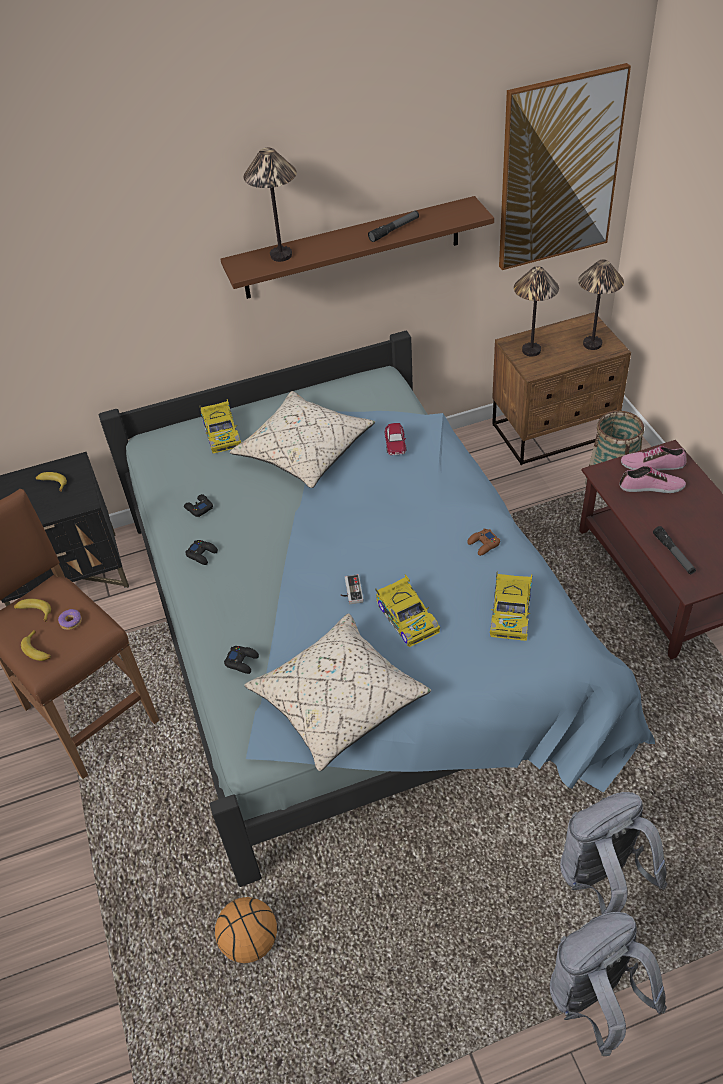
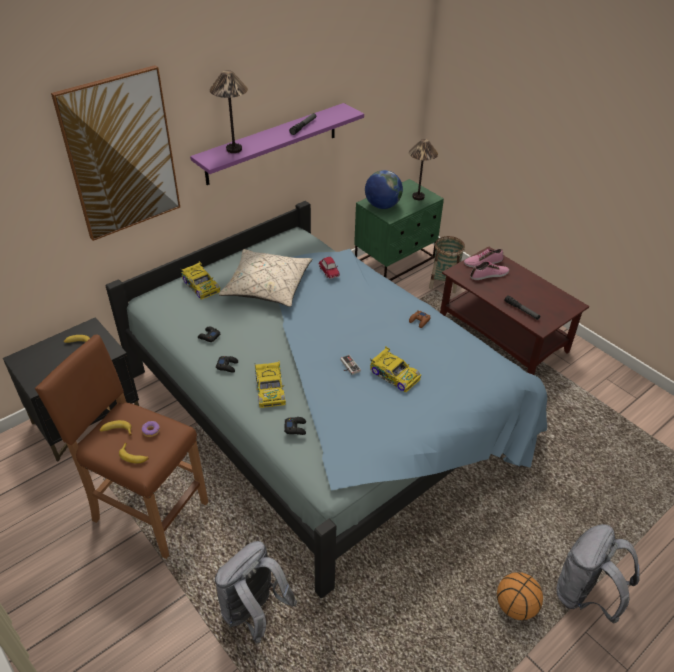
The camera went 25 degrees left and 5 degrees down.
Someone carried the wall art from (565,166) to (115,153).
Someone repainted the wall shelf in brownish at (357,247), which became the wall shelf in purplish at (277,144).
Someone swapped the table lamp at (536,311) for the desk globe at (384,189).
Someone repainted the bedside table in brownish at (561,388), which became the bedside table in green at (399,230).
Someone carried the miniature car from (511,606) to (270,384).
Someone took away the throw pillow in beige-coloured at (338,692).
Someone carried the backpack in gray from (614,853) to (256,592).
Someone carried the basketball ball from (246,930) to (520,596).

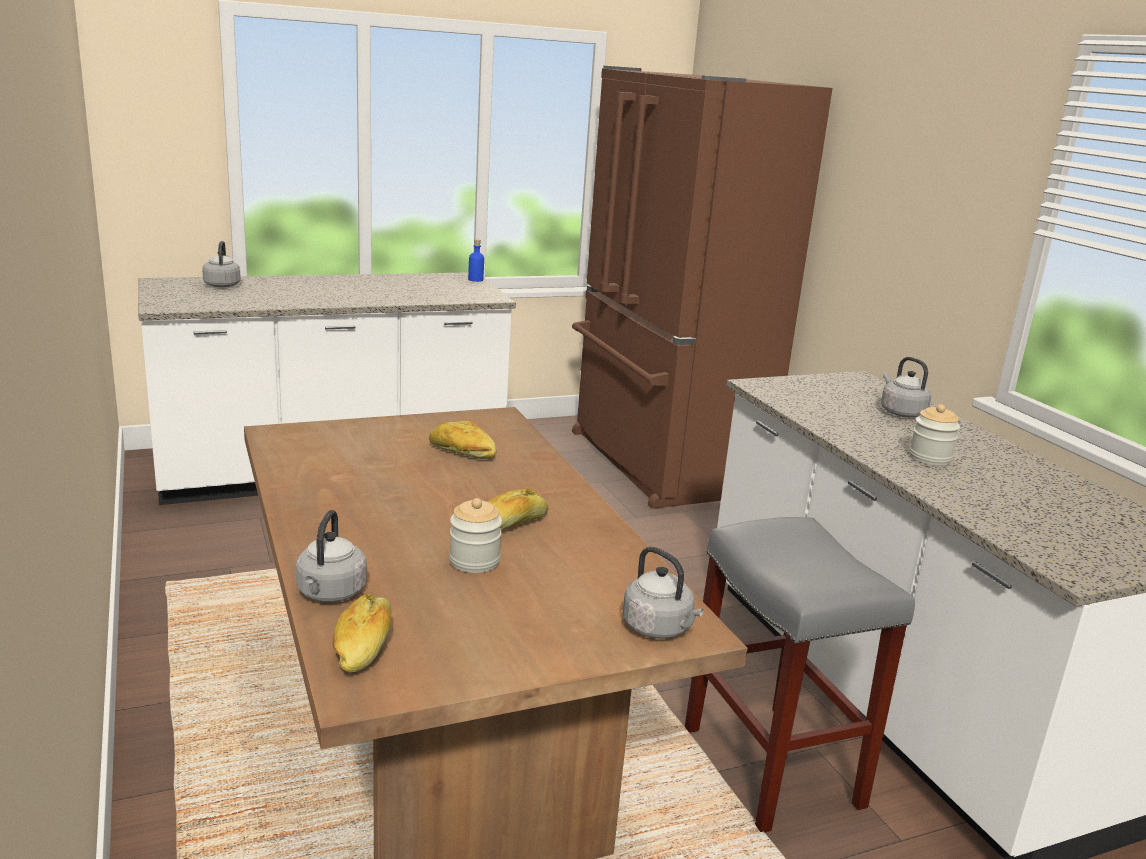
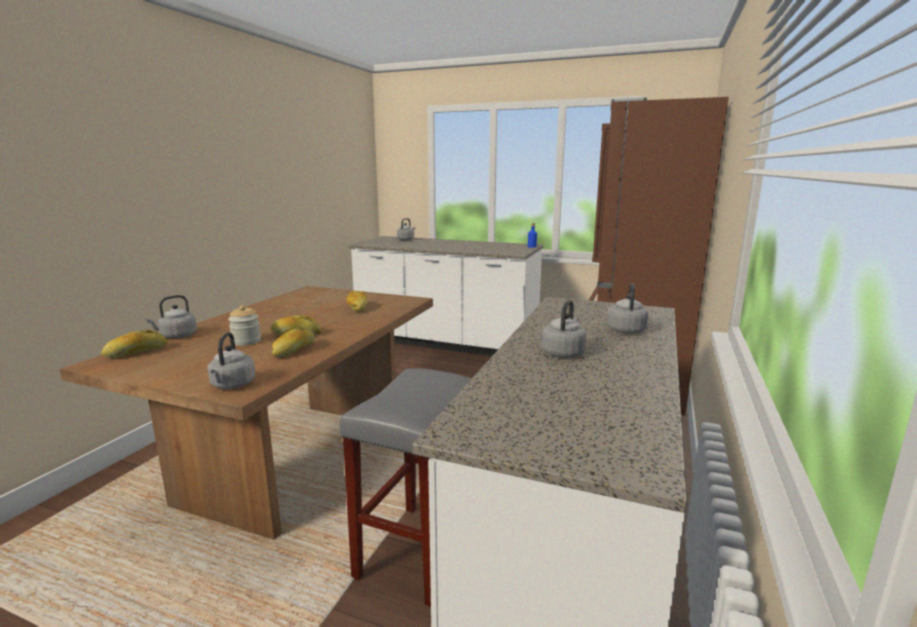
The camera went 45 degrees right and 5 degrees down.
Someone swapped the preserve jar at (934,435) for the tea kettle in gray at (564,329).
Someone put down the bakery bread at (293,342).

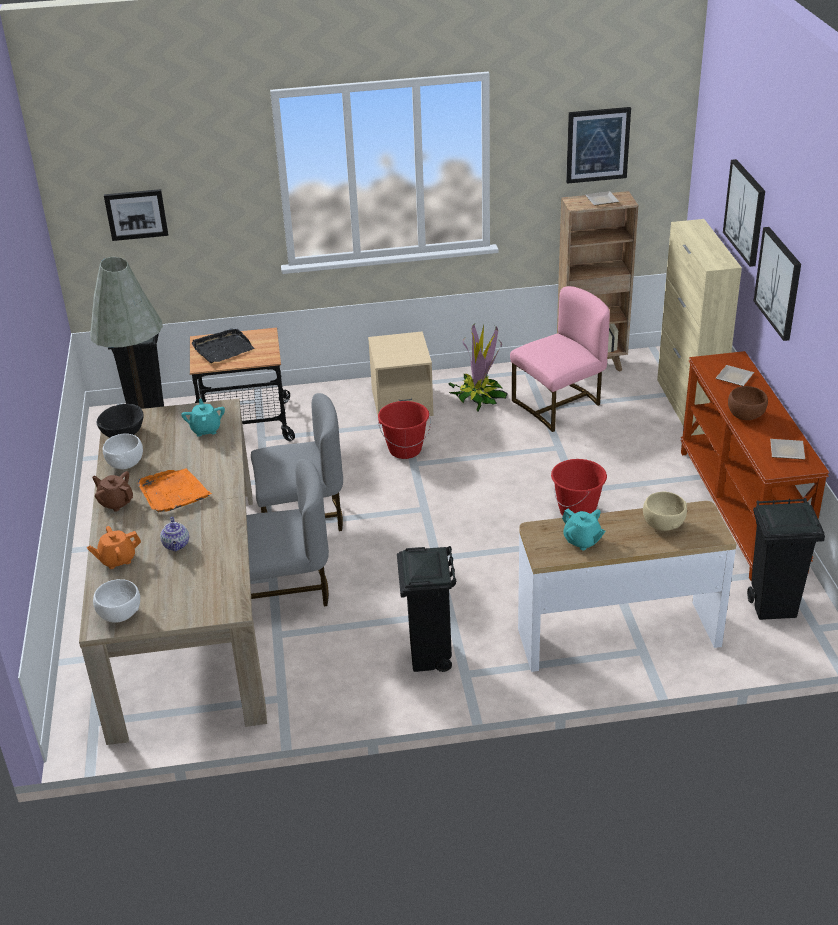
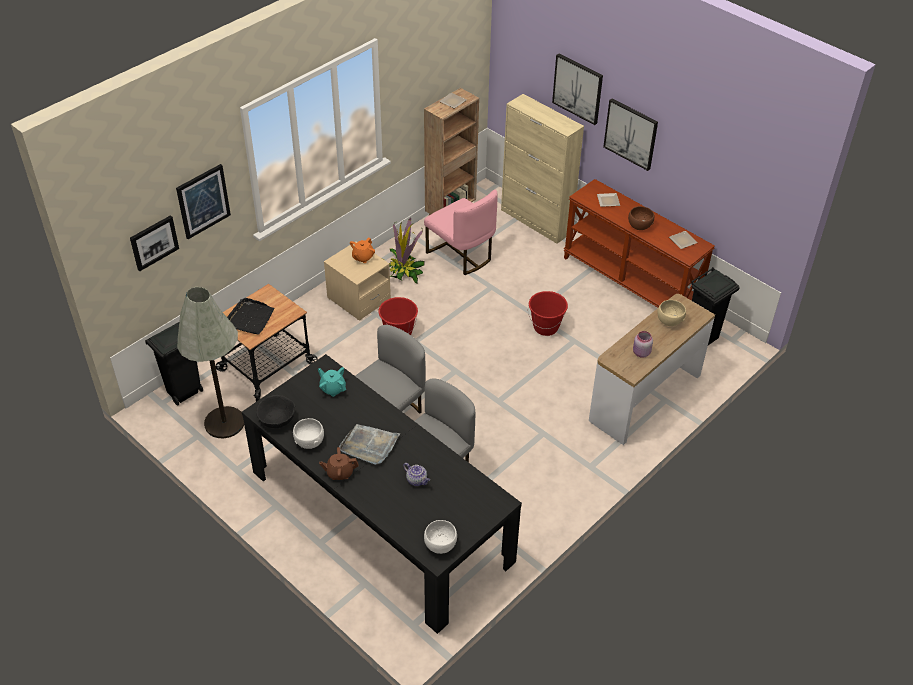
The camera went 40 degrees left and 10 degrees up.
Someone carried the wall art from (598,145) to (203,201).
Someone rotated the upright chair in pinkish at (560,359) by 120 degrees clockwise.
Someone repainted the dining table in beige-coloured at (173,571), which became the dining table in black at (382,494).
Someone repainted the serving tray in orange-coloured at (174,490), which became the serving tray in gray at (369,444).
Someone swapped the tea pot in turquoise-coloured at (584,529) for the preserve jar in pinkish at (643,344).
Someone carried the tea pot in orange-coloured from (114,547) to (362,250).
Someone took away the rubbish bin in black at (426,609).

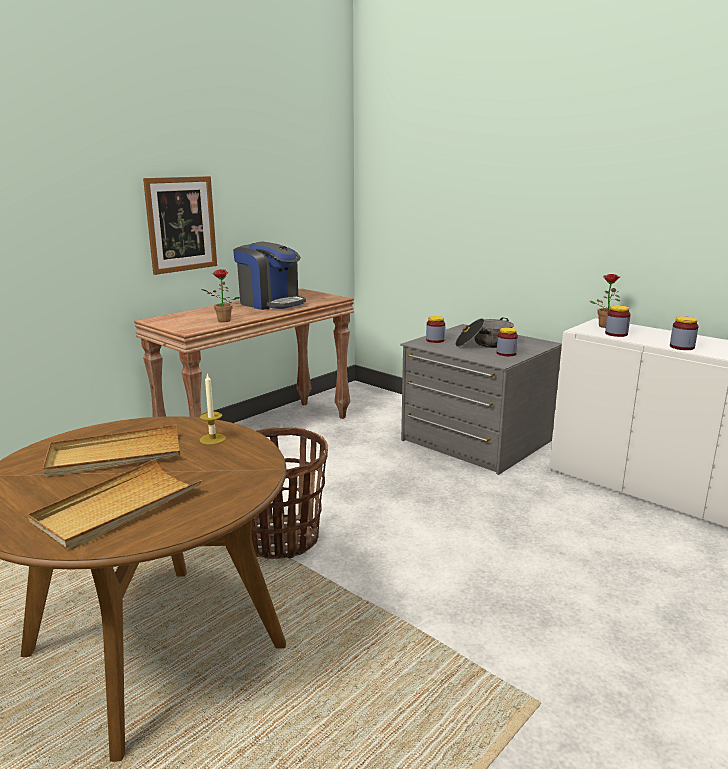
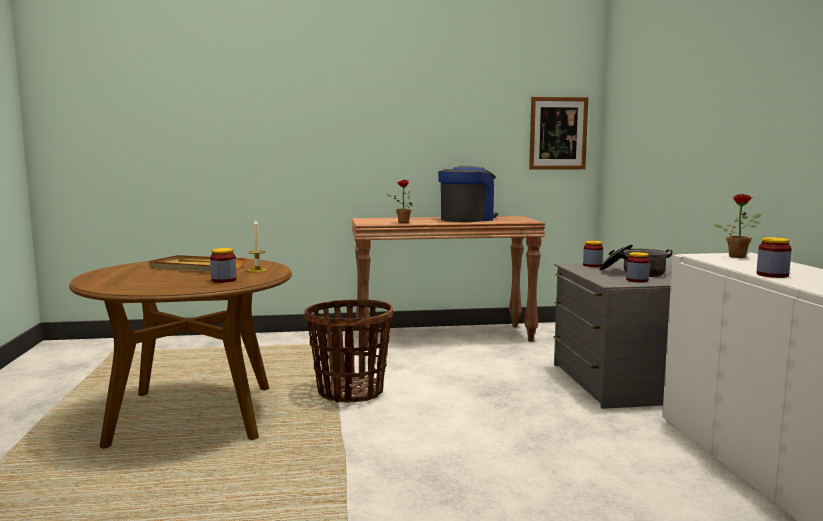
The camera went 40 degrees right and 10 degrees down.
Someone carried the wall art from (180,225) to (558,133).
Someone rotated the coffee machine at (269,276) by 120 degrees counterclockwise.
Someone carried the preserve jar from (618,321) to (223,265).
Someone took away the serving tray in beige-coloured at (114,504).

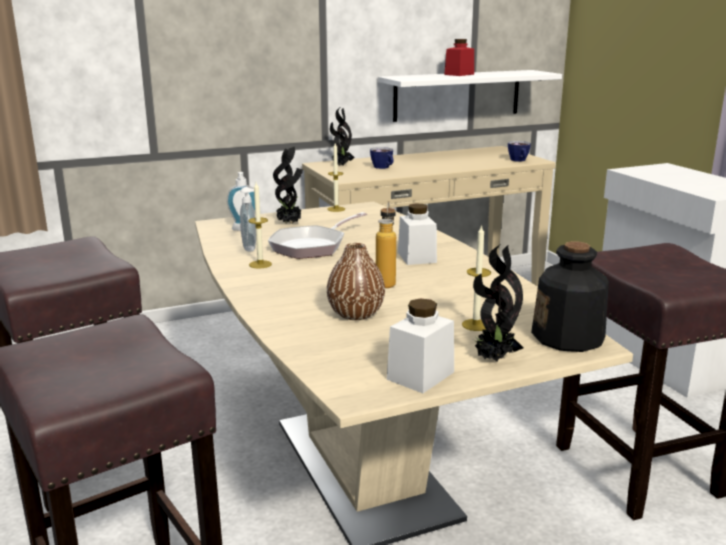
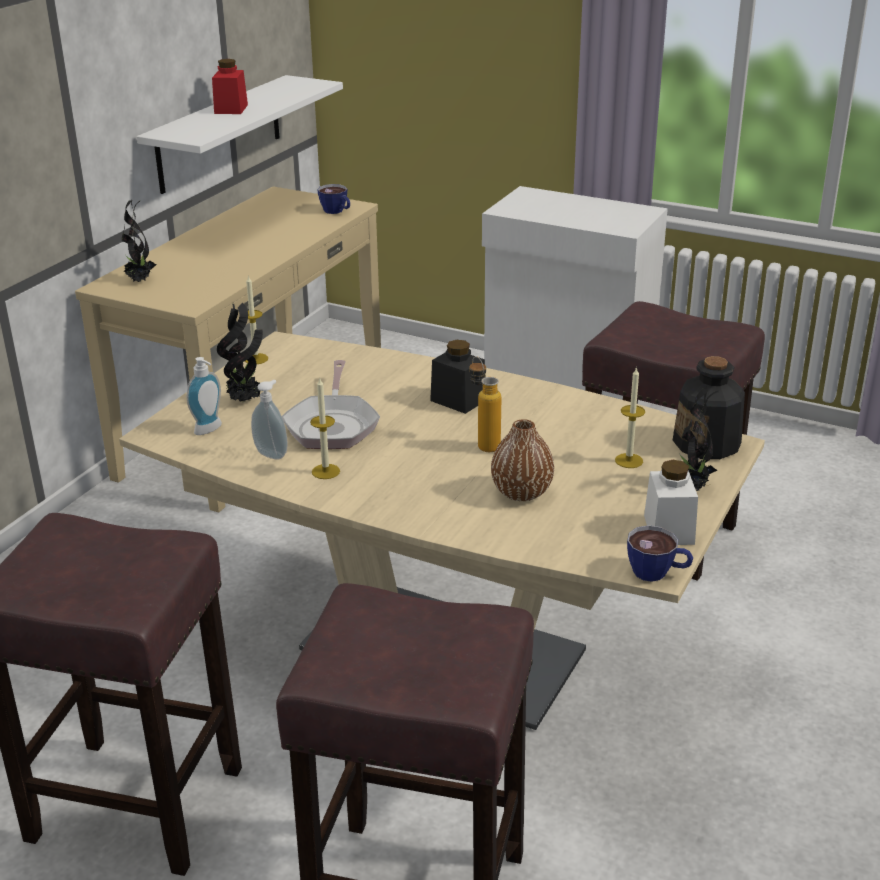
The camera went 40 degrees left and 10 degrees up.
Someone carried the drinking cup from (382,158) to (660,553).
Someone repainted the preserve jar in white-coloured at (417,234), which became the preserve jar in black at (457,377).

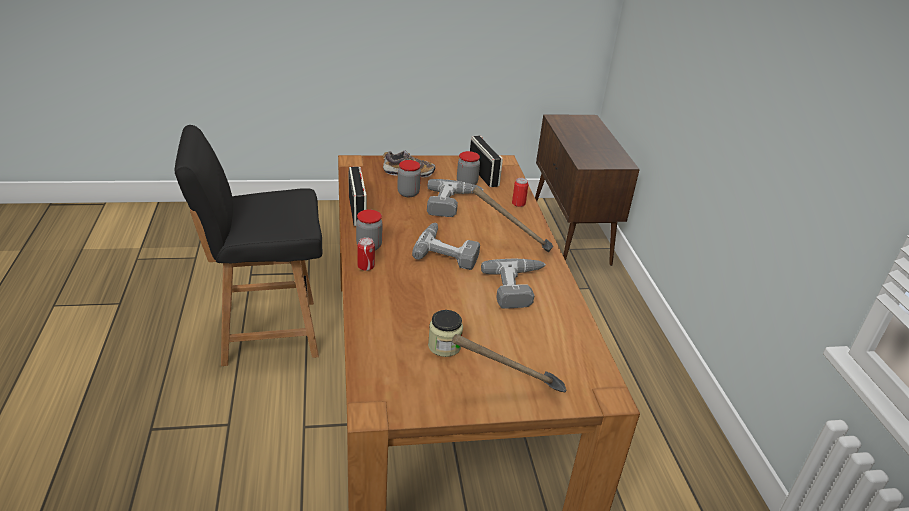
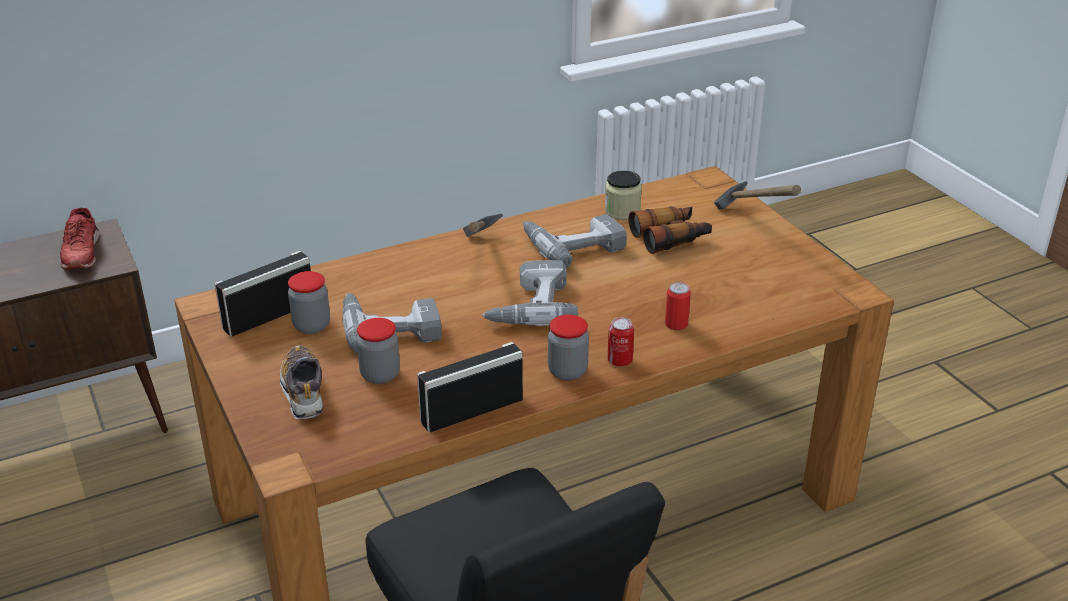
The camera went 105 degrees left and 0 degrees up.
Someone carried the can from (520,192) to (678,306).
Someone carried the preserve jar from (445,333) to (623,195).
Someone put down the field glasses at (670,230).
Someone put down the low shoe in red at (80,239).

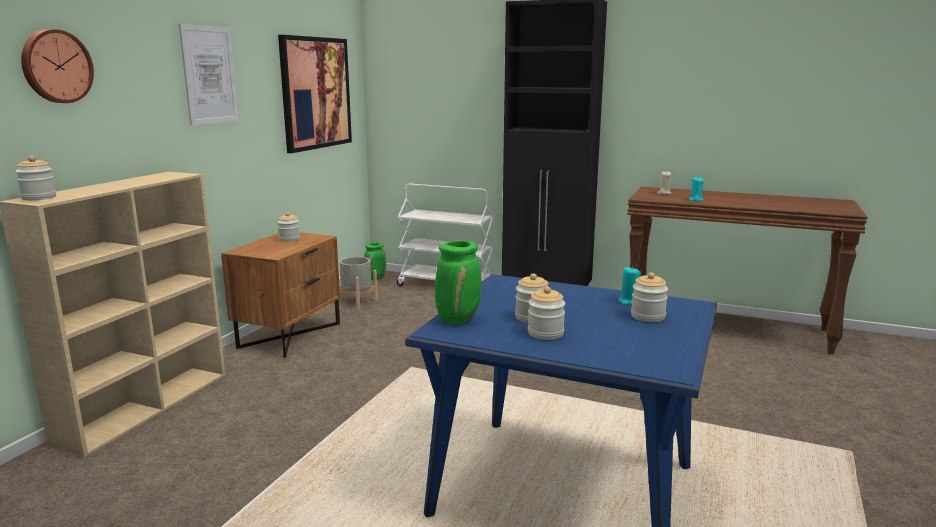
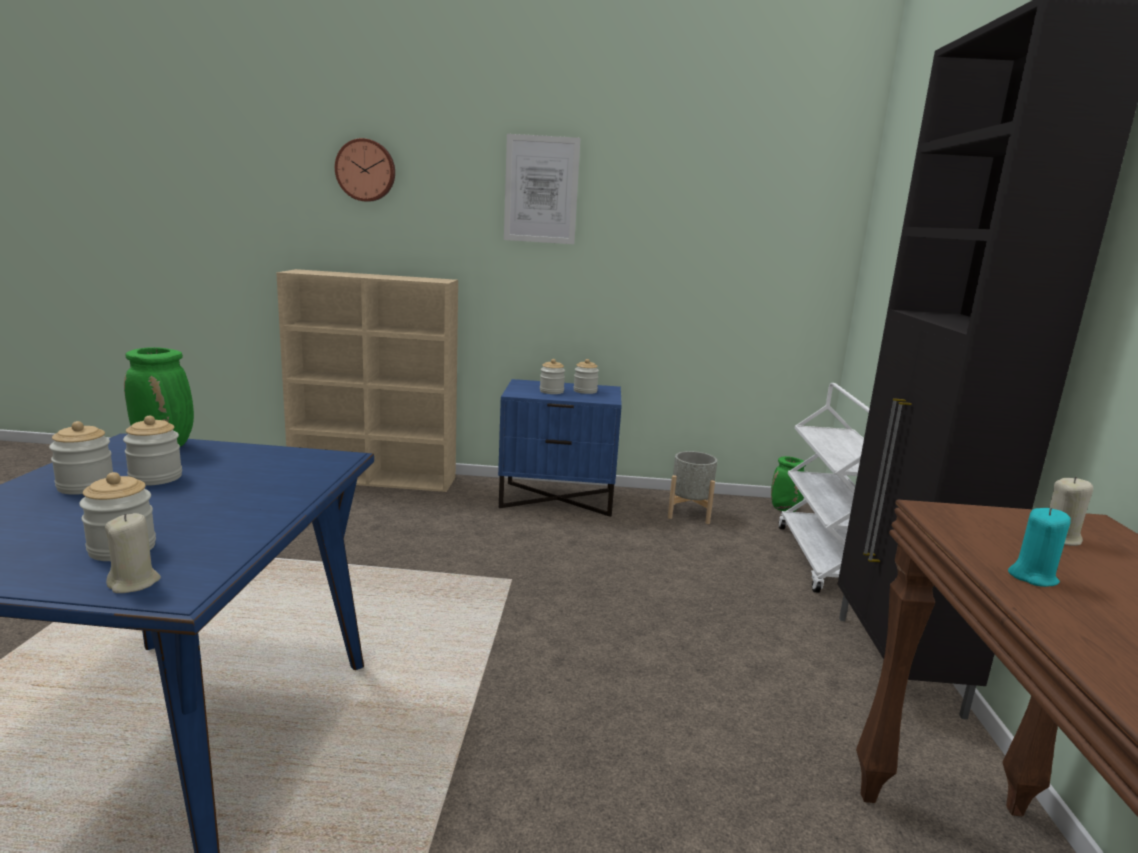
The camera went 70 degrees right and 0 degrees up.
Someone took away the wall art at (315,94).
Someone carried the preserve jar from (35,178) to (552,376).
Someone repainted the bedside table in brownish at (280,295), which became the bedside table in blue at (560,448).
Someone took away the candle in turquoise-coloured at (629,286).
Someone put down the candle in beige-coloured at (133,553).

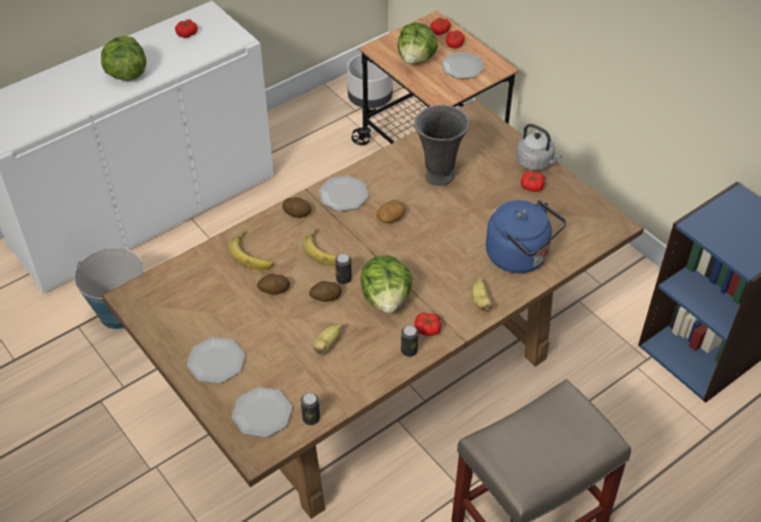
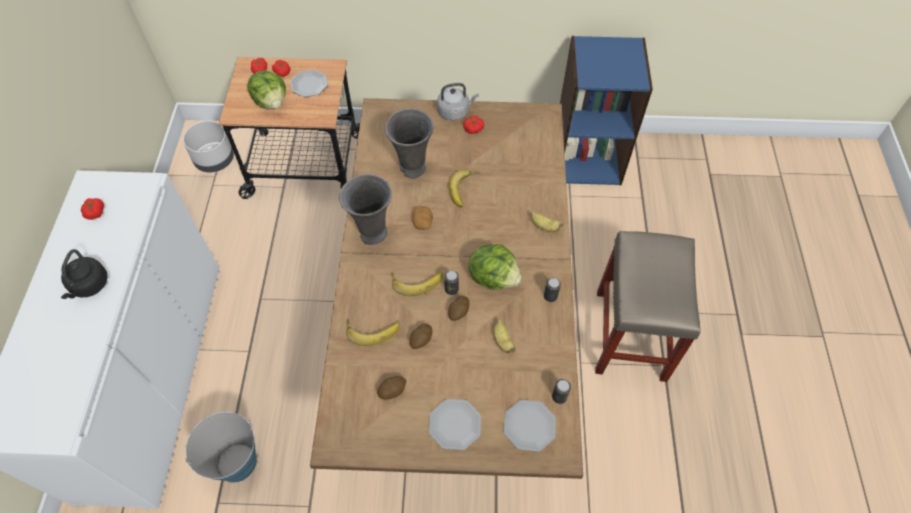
The camera went 50 degrees left and 10 degrees up.
Someone swapped the lettuce at (123,58) for the tea kettle in black at (84,274).
Someone swapped the dinner plate at (344,193) for the decorative vase in gray at (365,209).
Someone carried the potato from (297,207) to (391,388).
Someone took away the tea kettle in blue at (526,236).
Someone took away the fresh tomato at (428,324).
Someone put down the banana fruit at (464,188).

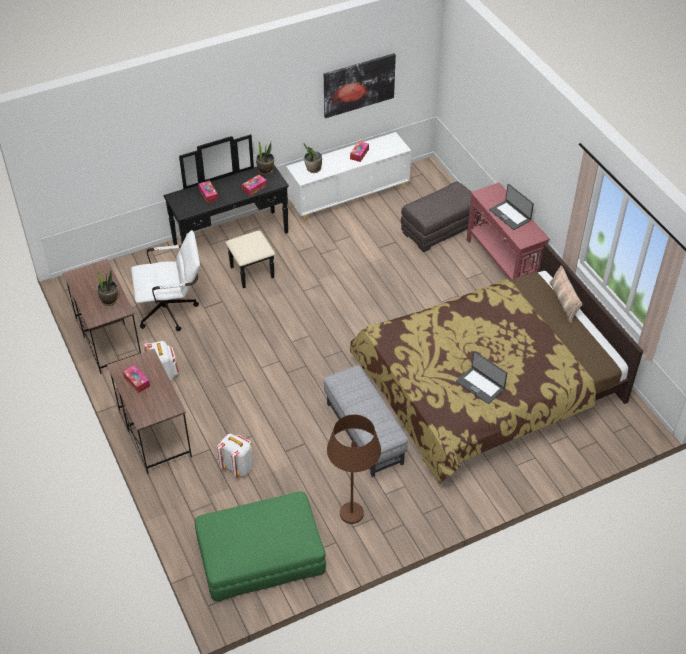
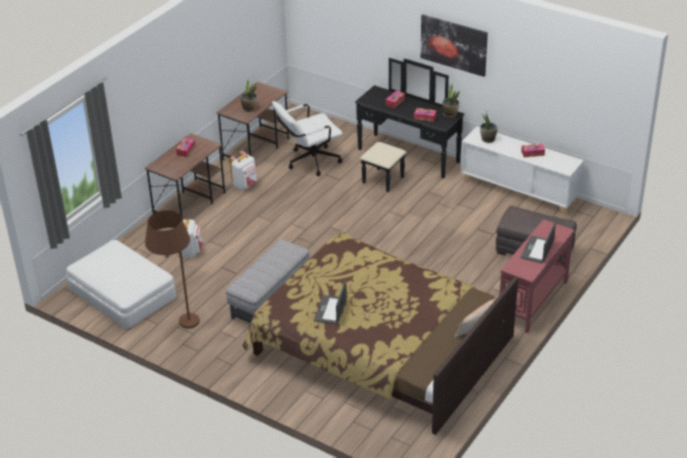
The camera went 60 degrees right and 10 degrees down.
Someone carried the wall art from (360,85) to (454,45).
Someone rotated the desk chair in white-coloured at (165,280) by 105 degrees clockwise.
Someone repainted the footrest in green at (260,546), which became the footrest in white-coloured at (121,284).

